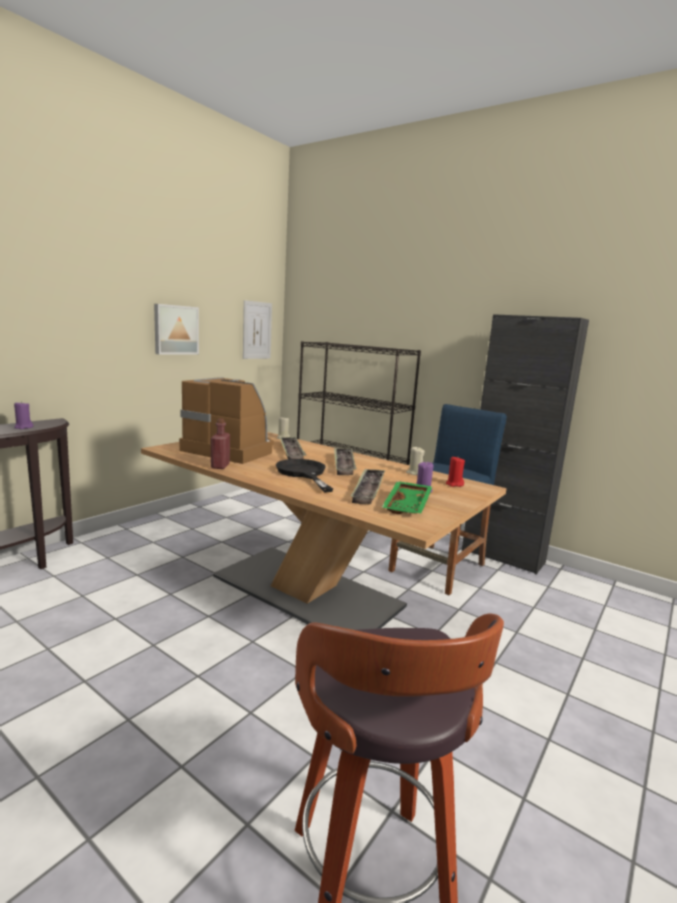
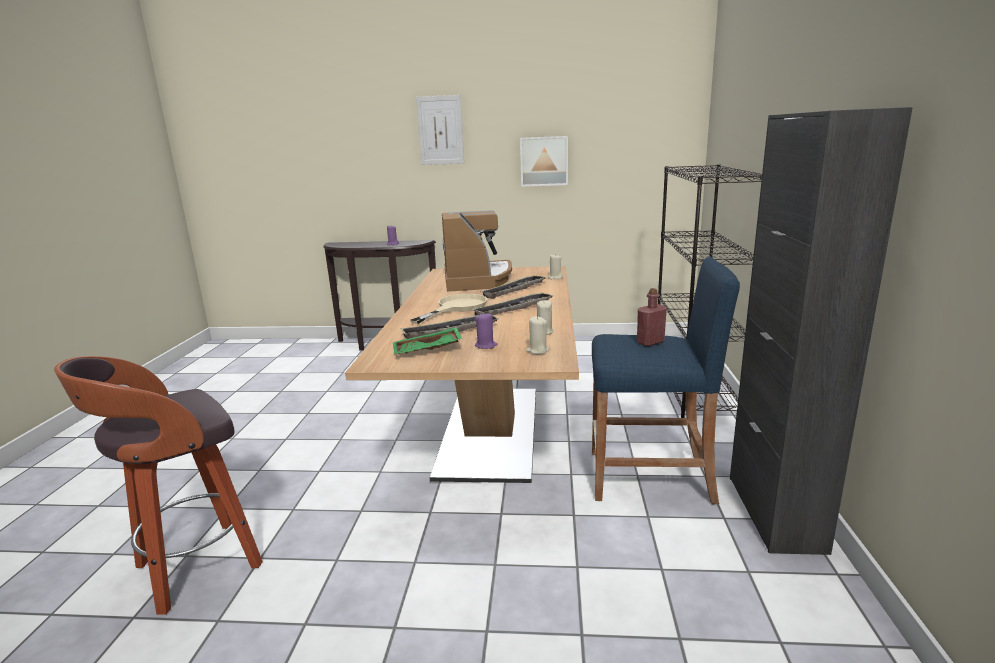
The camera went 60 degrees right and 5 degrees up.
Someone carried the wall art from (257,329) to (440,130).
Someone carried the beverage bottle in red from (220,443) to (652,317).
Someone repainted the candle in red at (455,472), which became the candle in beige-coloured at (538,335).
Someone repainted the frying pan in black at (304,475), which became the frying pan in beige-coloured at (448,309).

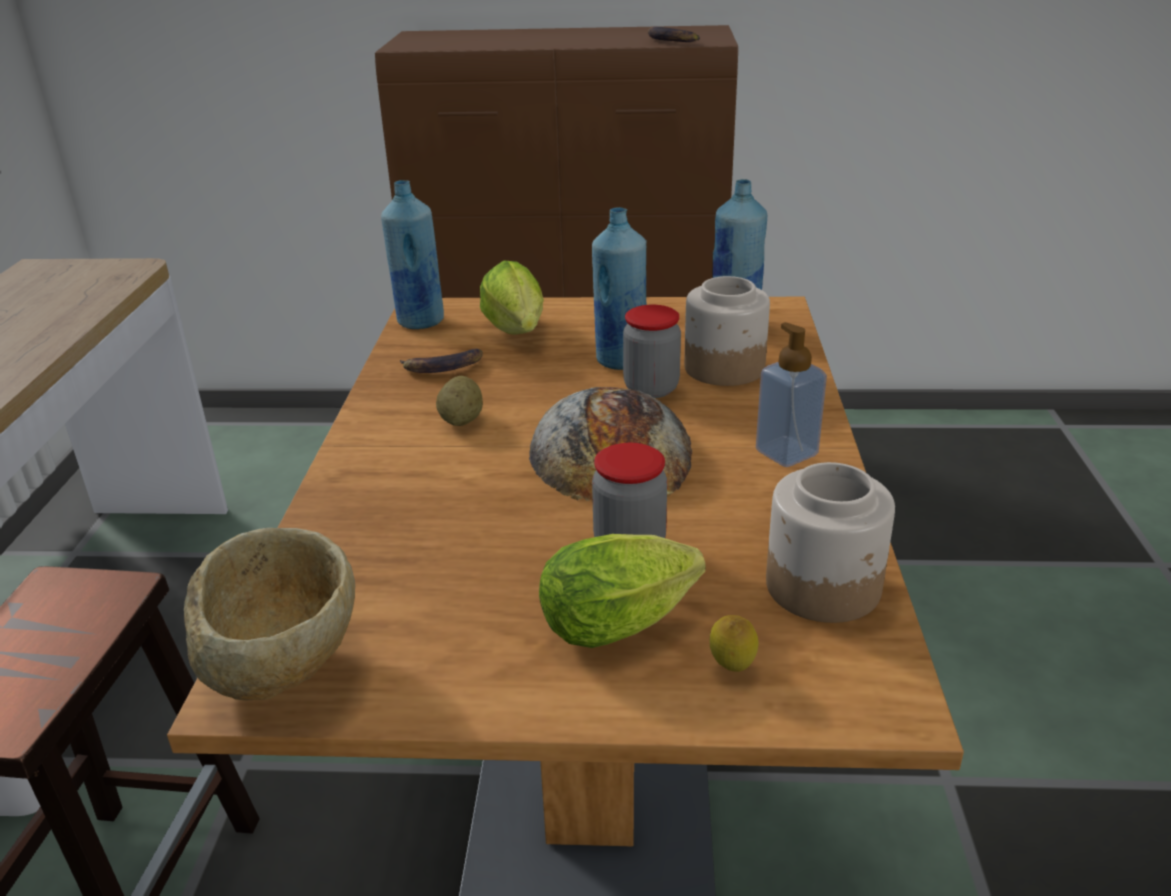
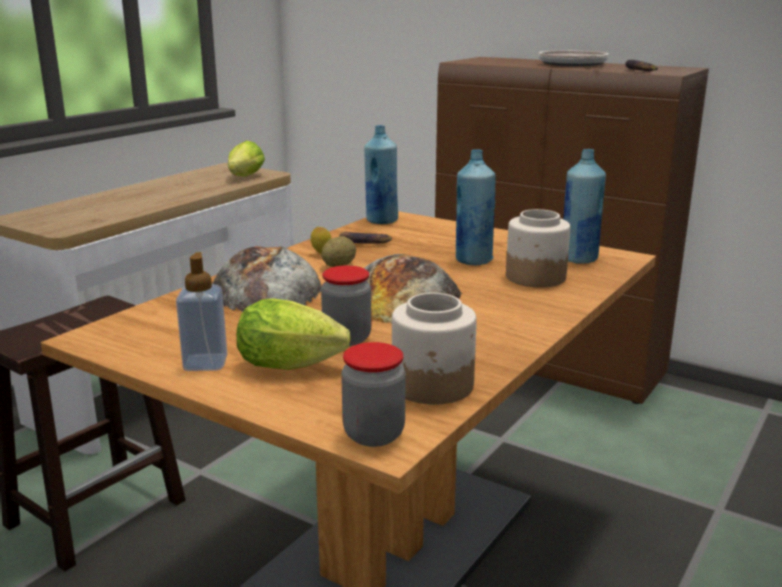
The camera went 30 degrees right and 10 degrees down.
Someone carried the lettuce from (512,298) to (246,158).
Someone carried the preserve jar from (652,351) to (373,394).
Someone carried the soap dispenser from (791,394) to (201,311).
Someone took away the bowl in beige-coloured at (269,614).
Someone carried the lemon from (734,643) to (321,240).
Someone put down the frying pan at (573,58).
Someone put down the bakery bread at (266,279).

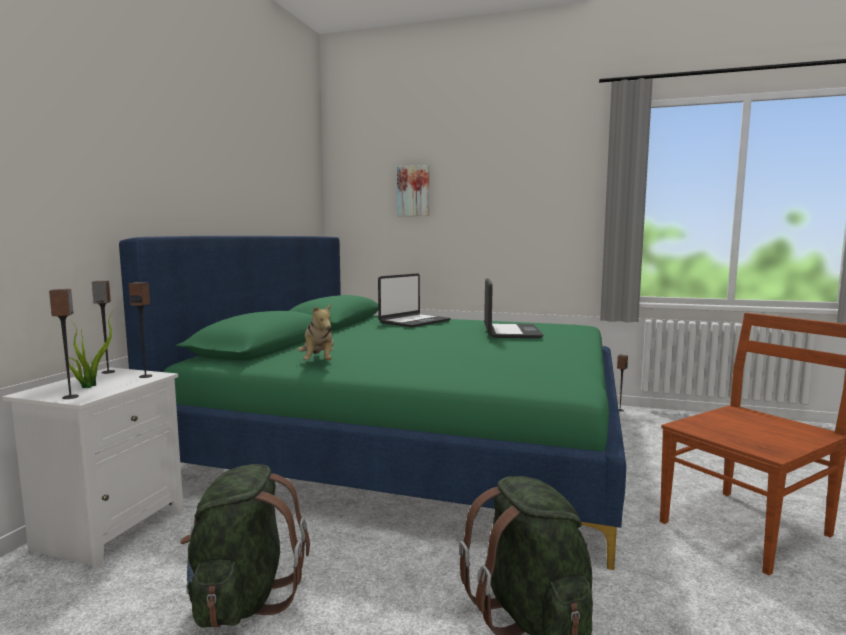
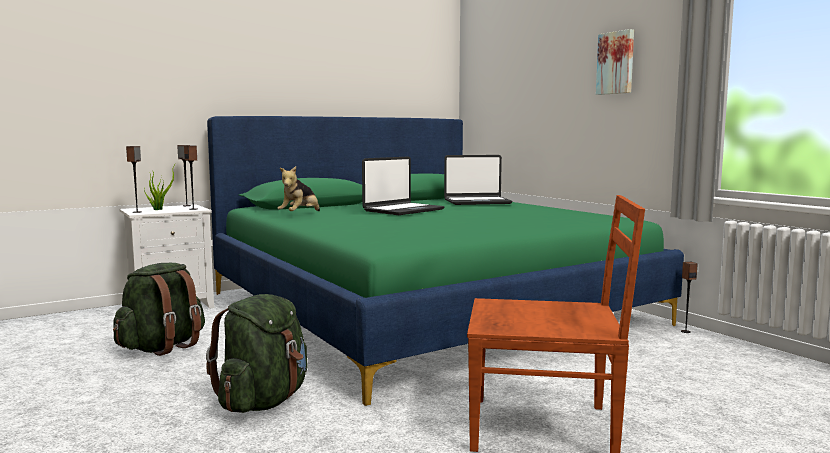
The camera went 40 degrees right and 0 degrees up.
Someone carried the wall art from (413,190) to (615,62).
Someone carried the portable computer from (513,308) to (403,185).

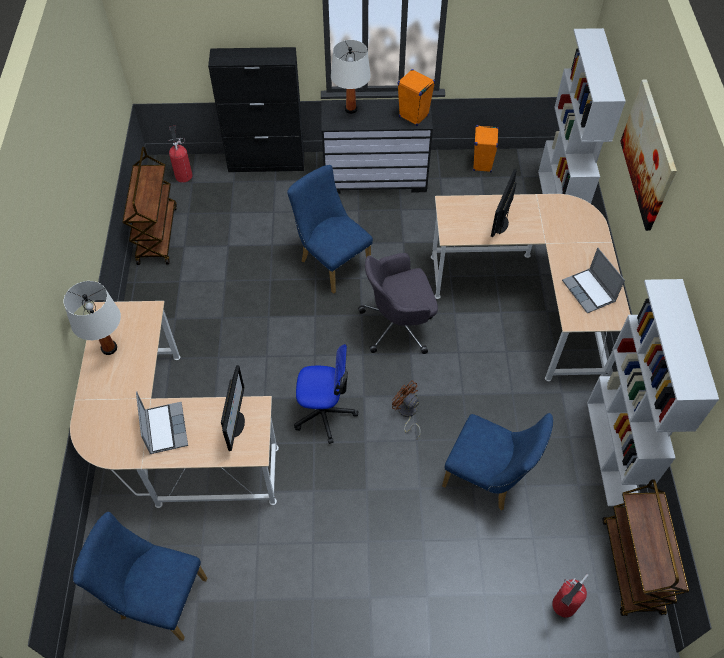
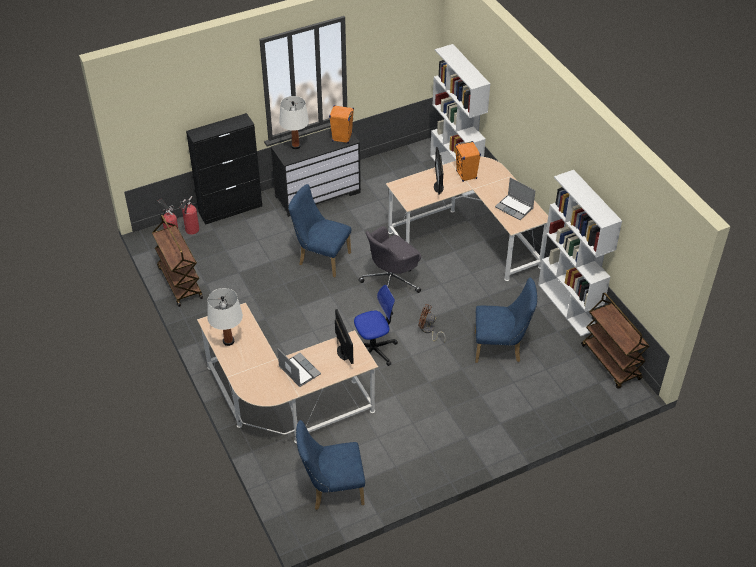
The camera went 25 degrees left and 10 degrees down.
Someone took away the wall art at (648,155).
Someone carried the loudspeaker in orange-coloured from (486,149) to (468,161).
Someone carried the fire-fighting cylinder from (570,596) to (189,215).

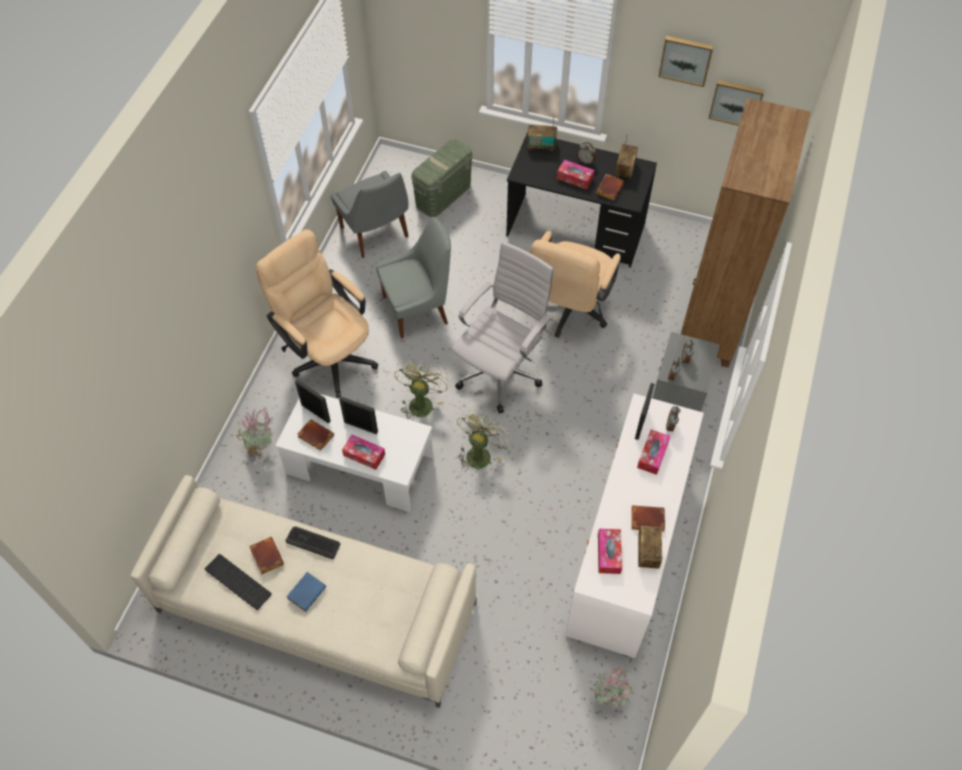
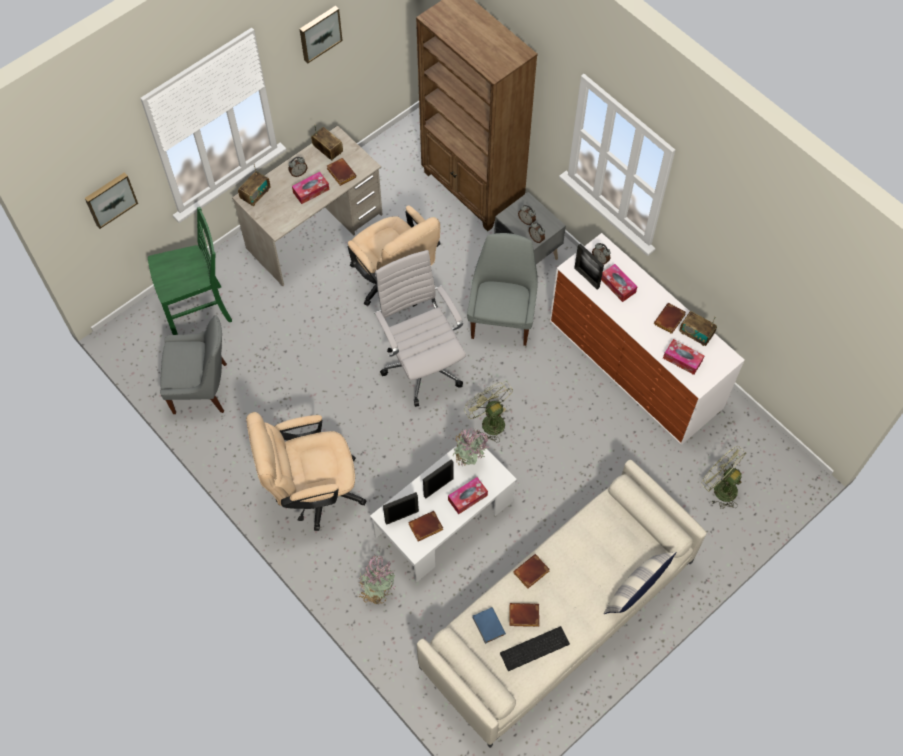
The camera went 60 degrees left and 5 degrees up.
Someone carried the wall art from (736,103) to (111,200).
Someone repainted the desk table in black at (581,200), which became the desk table in beige-coloured at (307,206).
Someone swapped the storage container in green at (442,178) for the upright chair in green at (190,271).
Someone carried the upright chair in gray from (413,278) to (502,289).
Someone carried the electric fan in green from (421,390) to (723,477).
Someone swapped the computer keyboard at (312,542) for the volume in brownish at (531,571).
Someone carried the volume in blue from (306,592) to (489,625).
Someone carried the potted plant from (612,688) to (471,446).
Someone put down the throw pillow at (640,583).

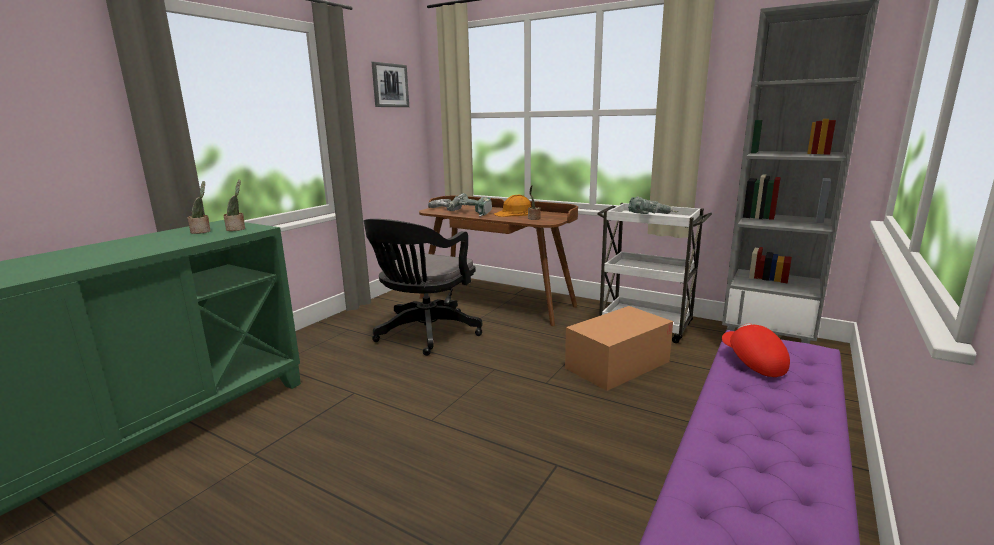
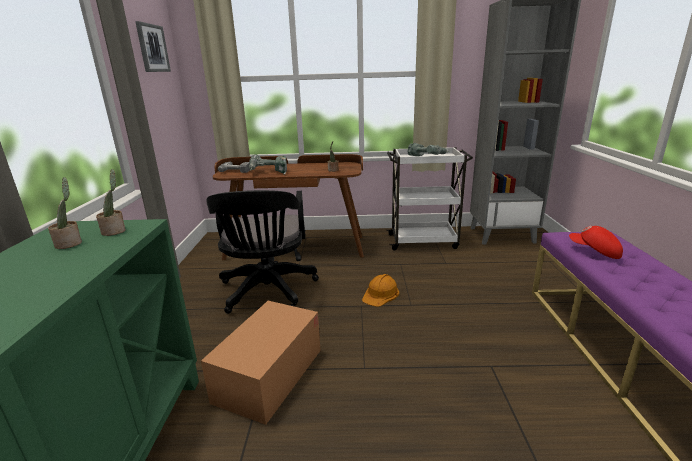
The camera went 30 degrees left and 5 degrees up.
Someone carried the hard hat in orange-coloured from (512,206) to (380,290).
Someone carried the packing box from (619,348) to (261,363).

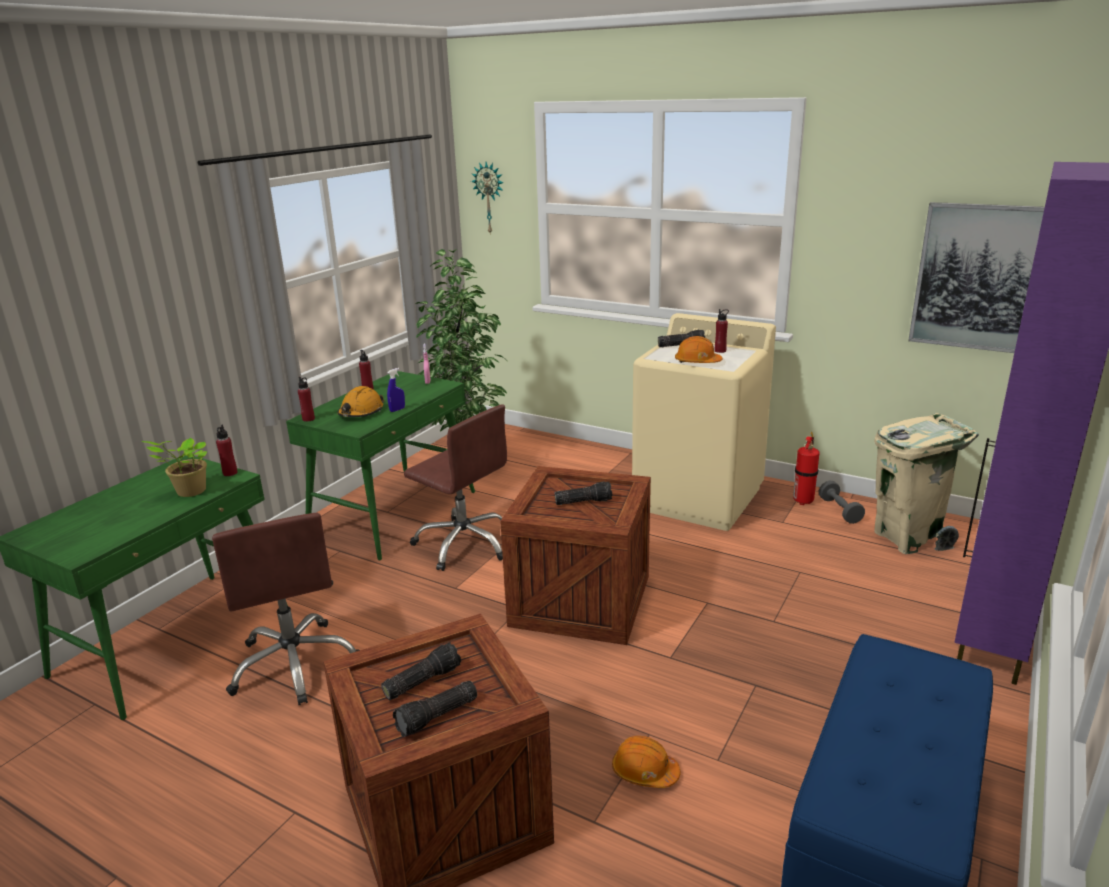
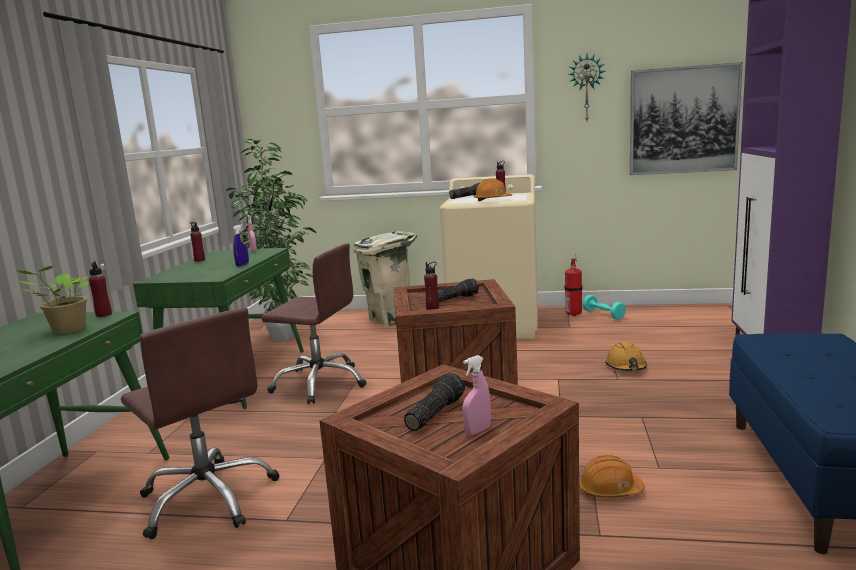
The camera went 20 degrees left and 10 degrees down.
Someone carried the clock on the wall from (487,198) to (587,87).
Someone carried the beverage bottle in red from (306,399) to (431,286).
Someone carried the hard hat in orange-coloured from (361,401) to (626,356).
Someone carried the rubbish bin in beige-coloured from (926,483) to (385,279).
Someone repainted the hand weight in gray at (842,502), which became the hand weight in turquoise-coloured at (604,307).
Someone swapped the torch at (435,709) for the sprayer in pinkish at (476,395).

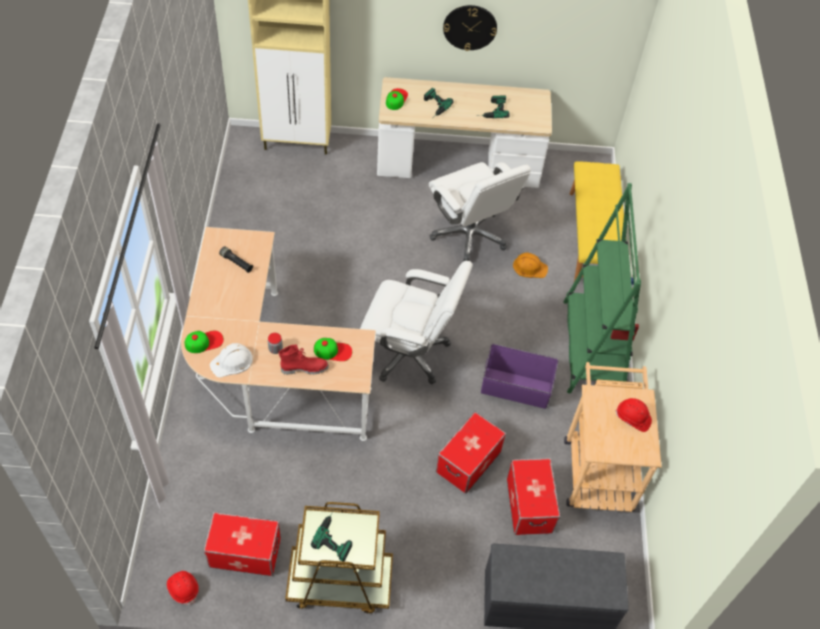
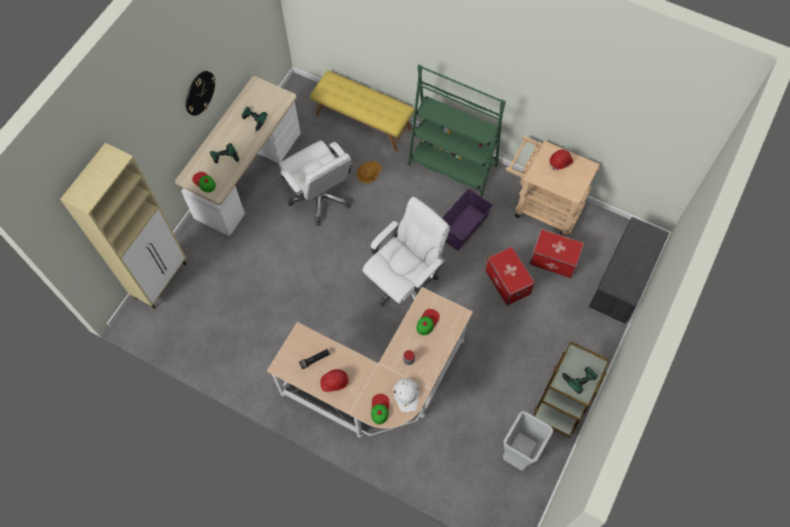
The camera went 60 degrees left and 10 degrees up.
Someone rotated the desk chair in white-coloured at (480,211) by 60 degrees clockwise.
Someone took away the high-top boot in red at (304,360).
Someone swapped the storage container at (242,544) for the rubbish bin in gray at (528,441).
Someone carried the hard hat in red from (183,588) to (334,380).

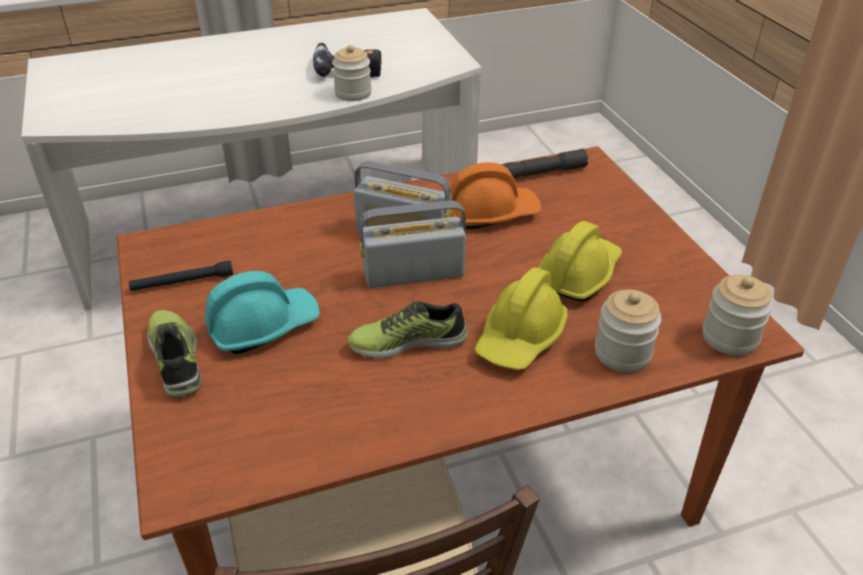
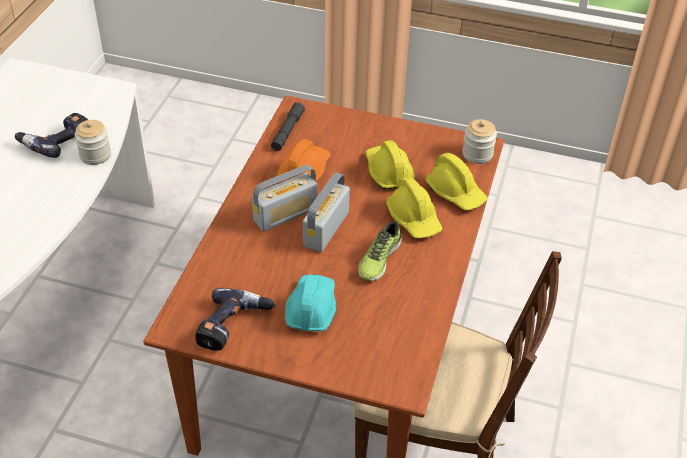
The camera went 55 degrees left and 5 degrees up.
Someone swapped the torch in black at (180,275) for the drill at (235,319).
Someone swapped the preserve jar at (628,330) for the hard hat in yellow at (456,181).
Someone took away the low shoe at (175,354).

